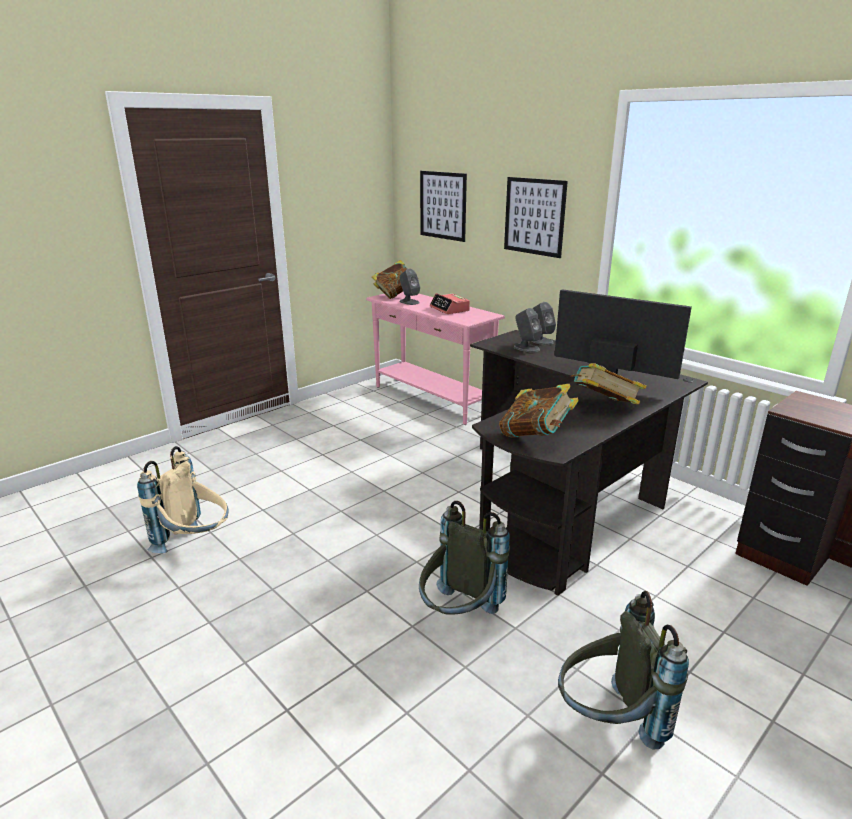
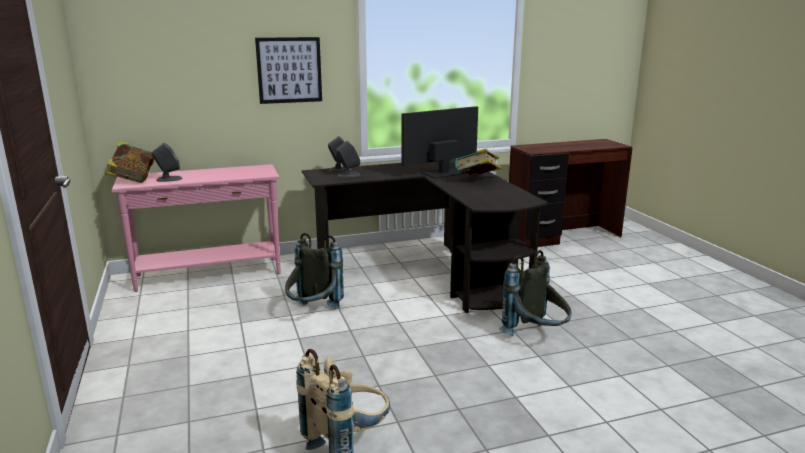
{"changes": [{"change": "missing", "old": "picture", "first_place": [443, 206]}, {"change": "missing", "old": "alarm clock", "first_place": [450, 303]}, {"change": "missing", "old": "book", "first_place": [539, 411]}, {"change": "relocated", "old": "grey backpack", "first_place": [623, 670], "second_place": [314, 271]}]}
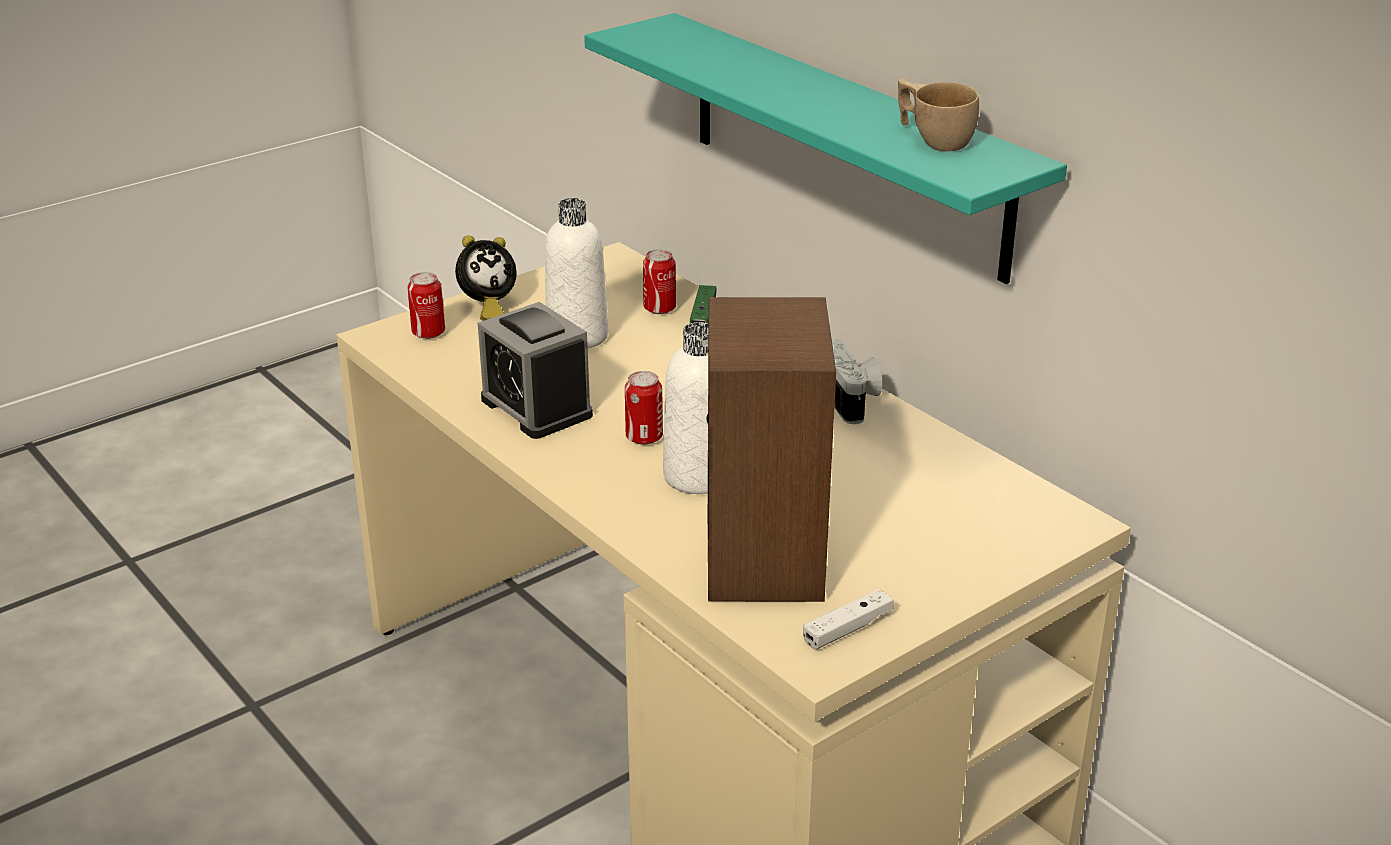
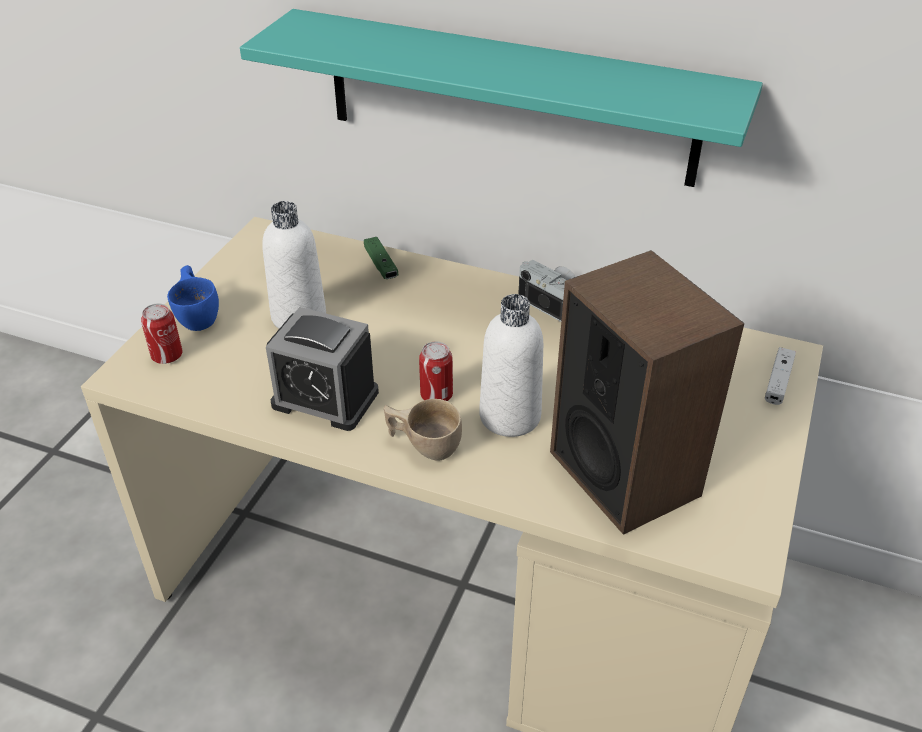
{"changes": [{"change": "missing", "old": "can", "first_place": [659, 281]}, {"change": "relocated", "old": "white game controller", "first_place": [848, 619], "second_place": [780, 376]}, {"change": "relocated", "old": "beige cup", "first_place": [938, 114], "second_place": [423, 430]}, {"change": "exchanged", "old": "alarm clock", "new": "blue cup", "first_place": [485, 278], "second_place": [193, 298]}]}
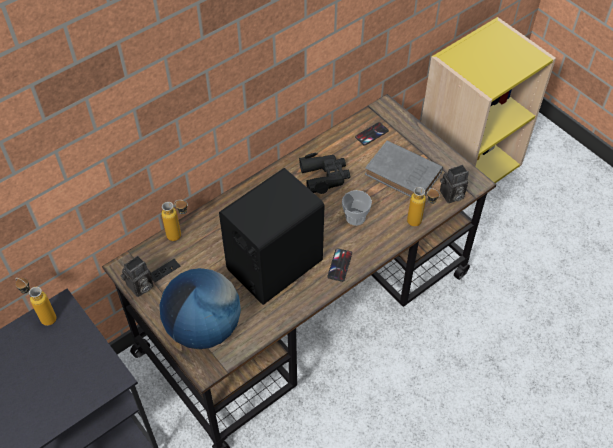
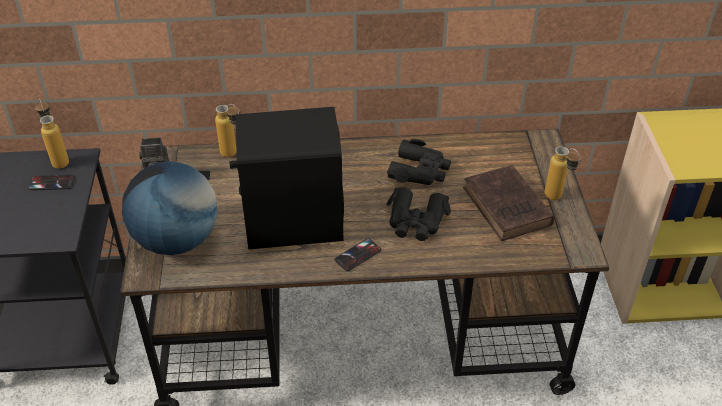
{"changes": [{"change": "missing", "old": "photo camera", "first_place": [454, 184]}, {"change": "relocated", "old": "phone", "first_place": [372, 134], "second_place": [51, 182]}, {"change": "relocated", "old": "bottle", "first_place": [423, 206], "second_place": [562, 173]}, {"change": "exchanged", "old": "cup", "new": "black binoculars", "first_place": [357, 208], "second_place": [419, 214]}, {"change": "colour", "old": "grey book", "new": "brown book", "first_place": [404, 169], "second_place": [508, 203]}]}
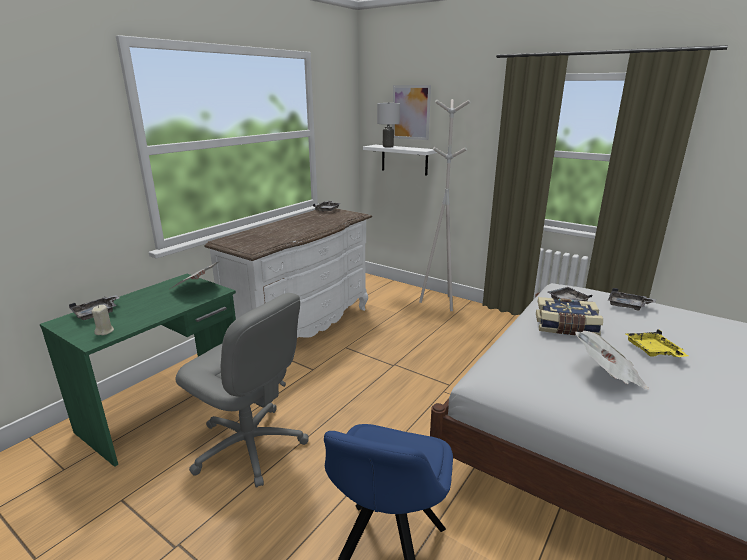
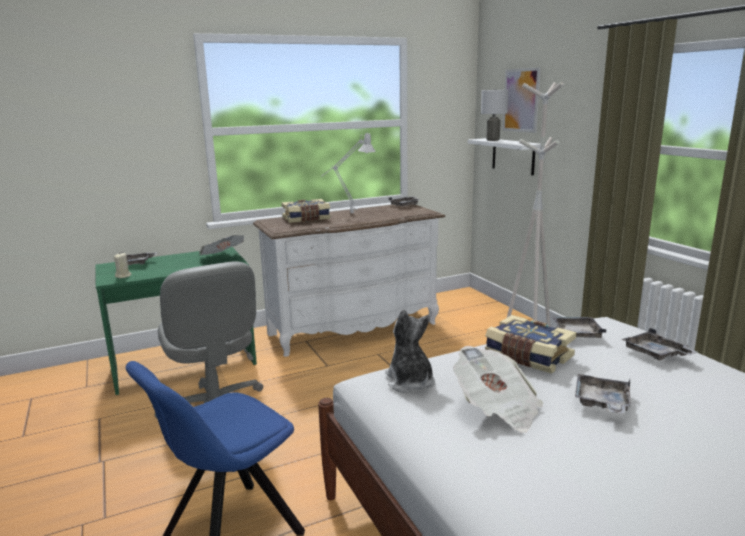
{"changes": [{"change": "appeared", "new": "book", "second_place": [306, 211]}, {"change": "appeared", "new": "grey table lamp", "second_place": [348, 173]}, {"change": "appeared", "new": "plush toy", "second_place": [410, 351]}, {"change": "colour", "old": "yellow tray", "new": "grey tray", "first_place": [657, 343], "second_place": [603, 394]}]}
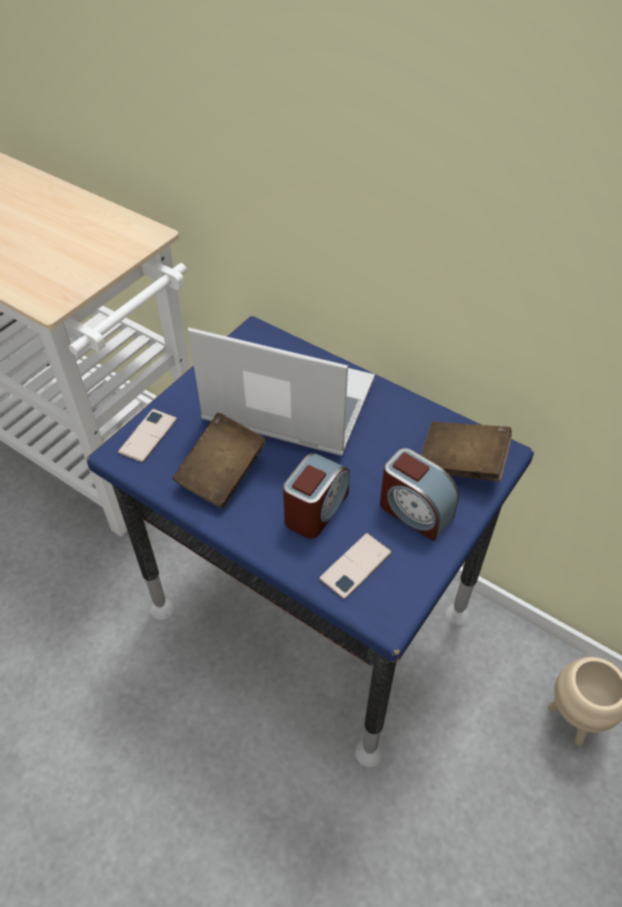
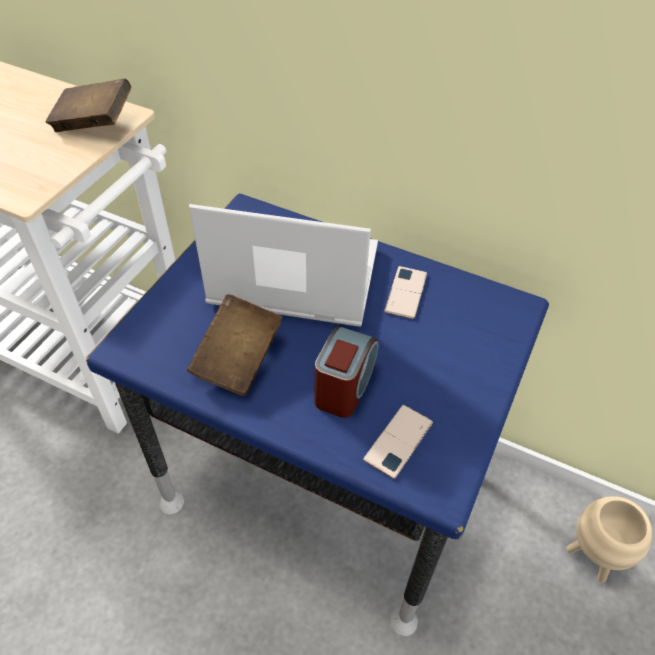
{"changes": [{"change": "missing", "old": "alarm clock", "first_place": [419, 494]}, {"change": "relocated", "old": "phone", "first_place": [147, 435], "second_place": [405, 292]}, {"change": "relocated", "old": "brown book", "first_place": [466, 451], "second_place": [88, 105]}]}
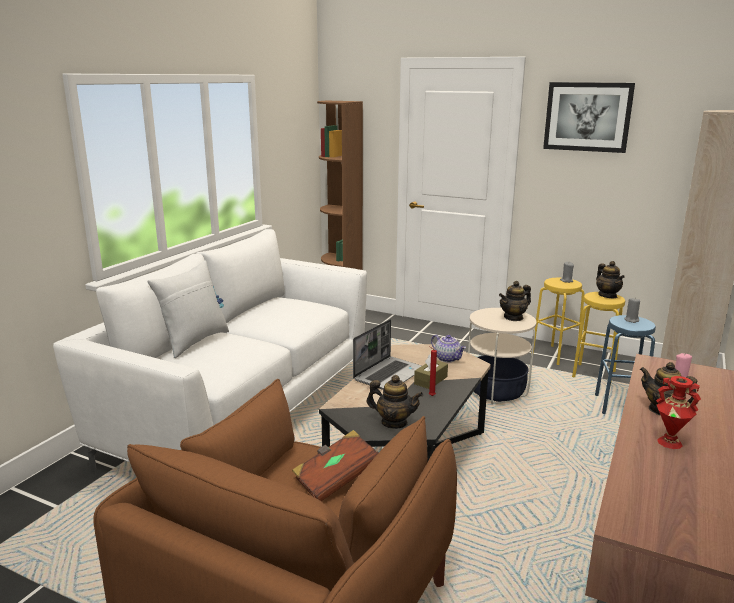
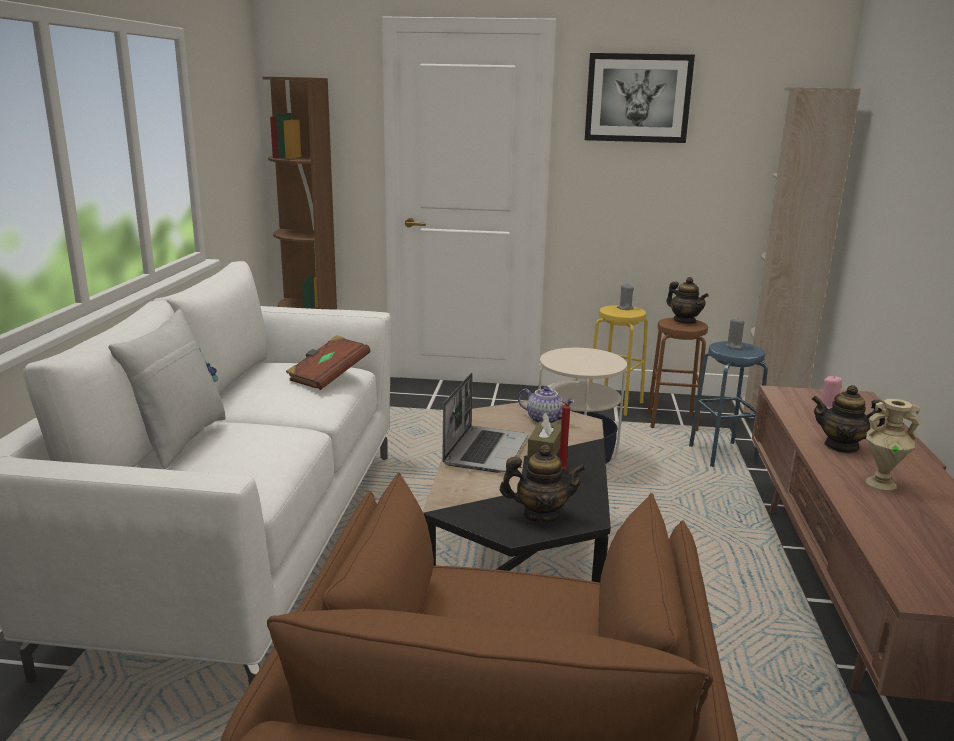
{"changes": [{"change": "missing", "old": "teapot", "first_place": [515, 301]}, {"change": "relocated", "old": "brown book", "first_place": [335, 465], "second_place": [328, 362]}, {"change": "colour", "old": "yellow stool", "new": "brown stool", "first_place": [598, 336], "second_place": [678, 374]}, {"change": "colour", "old": "red vase", "new": "beige vase", "first_place": [678, 412], "second_place": [893, 444]}]}
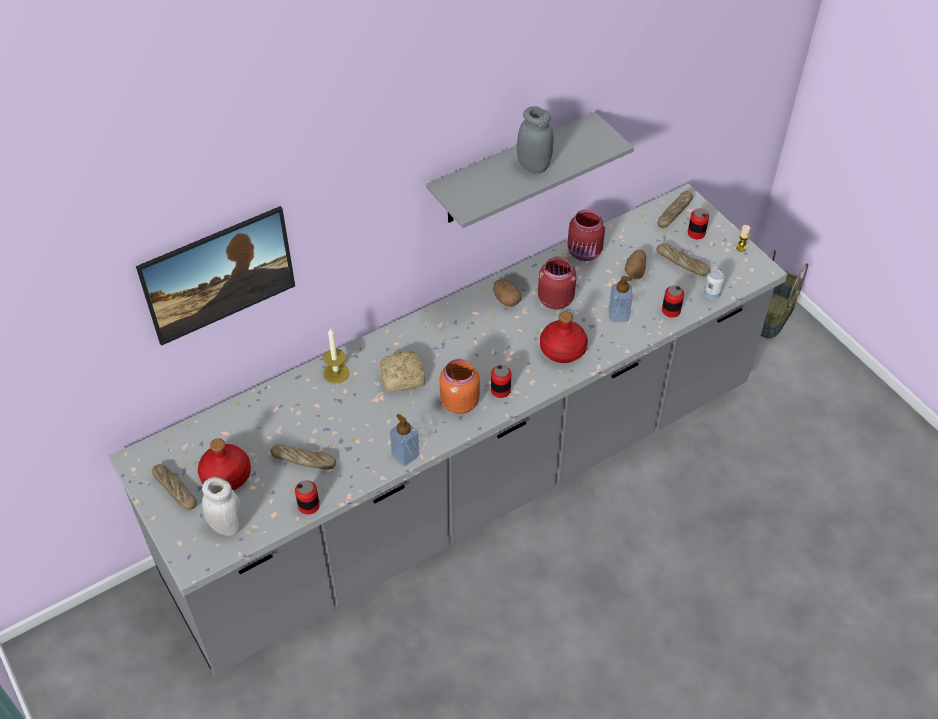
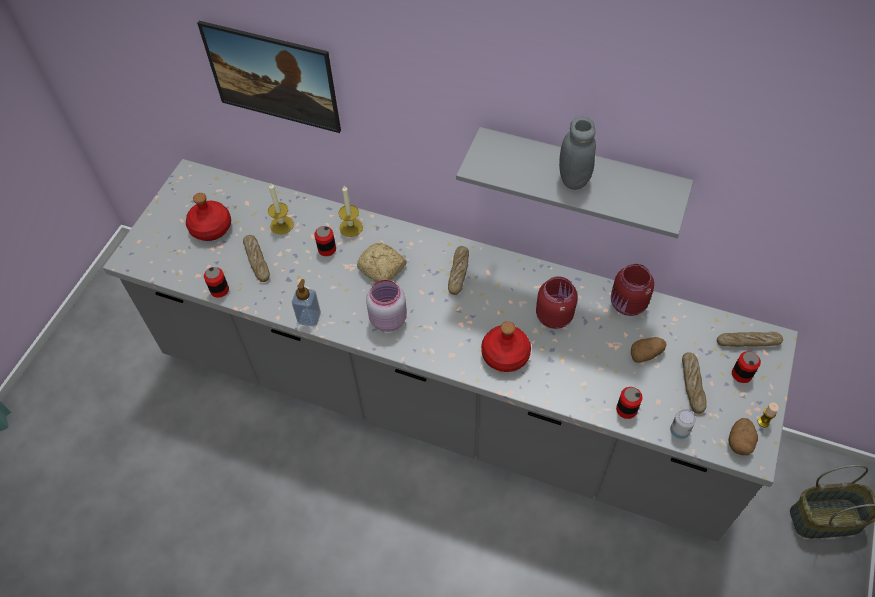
{"changes": [{"change": "missing", "old": "white jar", "first_place": [223, 506]}, {"change": "missing", "old": "soap dispenser", "first_place": [621, 299]}, {"change": "appeared", "new": "candle", "second_place": [281, 208]}, {"change": "relocated", "old": "bread", "first_place": [174, 487], "second_place": [458, 270]}, {"change": "relocated", "old": "can", "first_place": [501, 381], "second_place": [325, 241]}, {"change": "relocated", "old": "potato", "first_place": [508, 293], "second_place": [743, 436]}, {"change": "colour", "old": "orange jar", "new": "pink jar", "first_place": [460, 386], "second_place": [386, 306]}]}
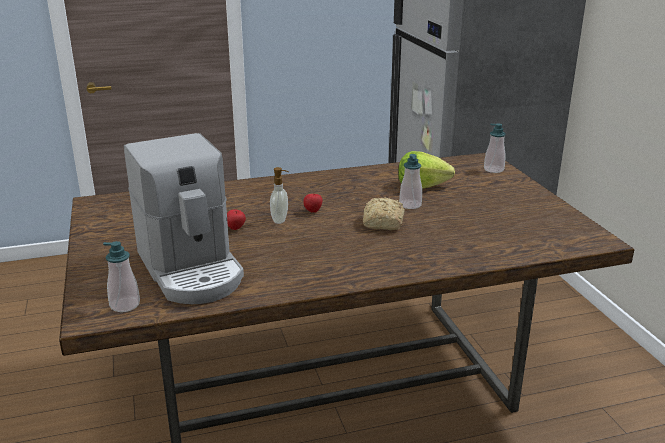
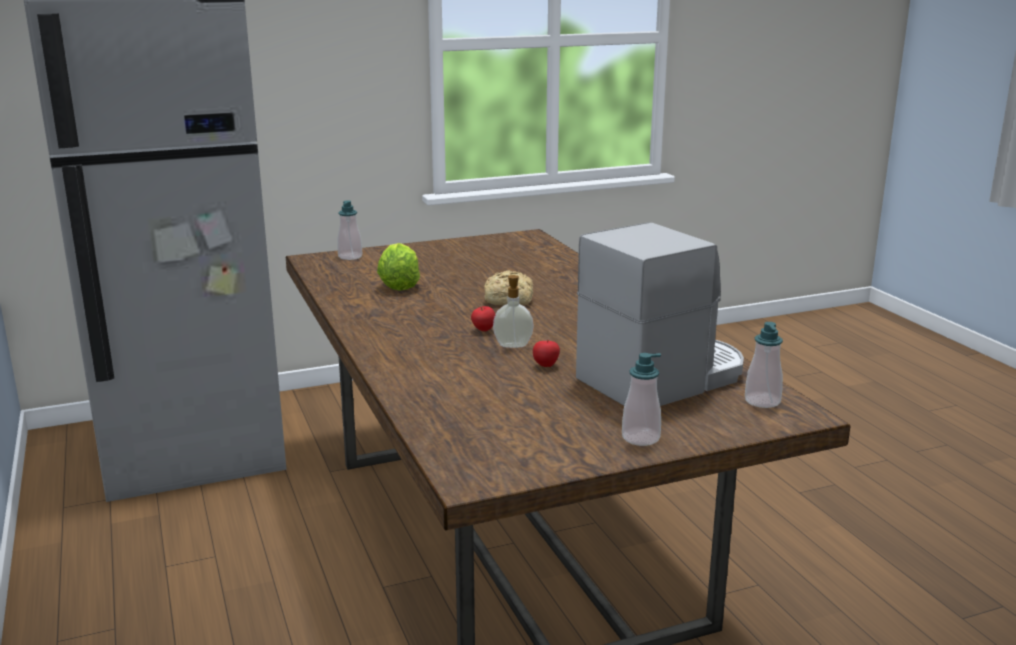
{"changes": [{"change": "relocated", "old": "soap dispenser", "first_place": [410, 181], "second_place": [641, 399]}]}
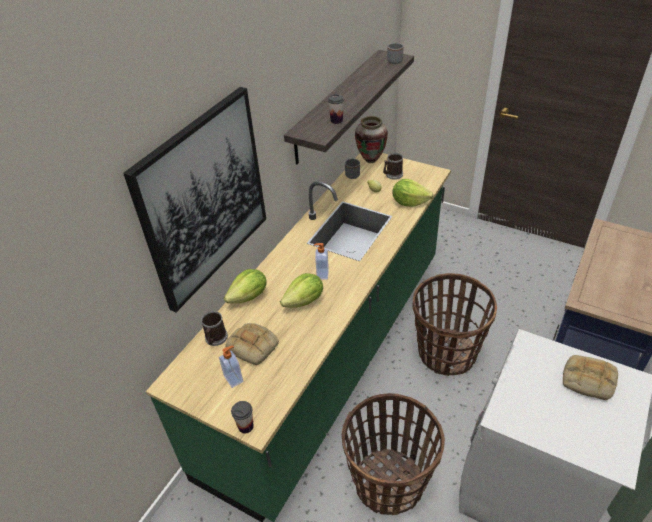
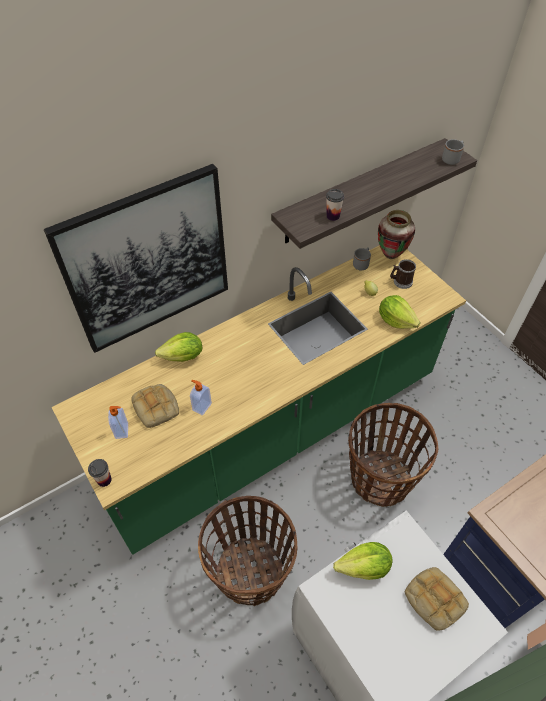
{"changes": [{"change": "missing", "old": "mug", "first_place": [214, 328]}, {"change": "relocated", "old": "lettuce", "first_place": [301, 290], "second_place": [363, 561]}, {"change": "relocated", "old": "soap dispenser", "first_place": [321, 261], "second_place": [201, 398]}]}
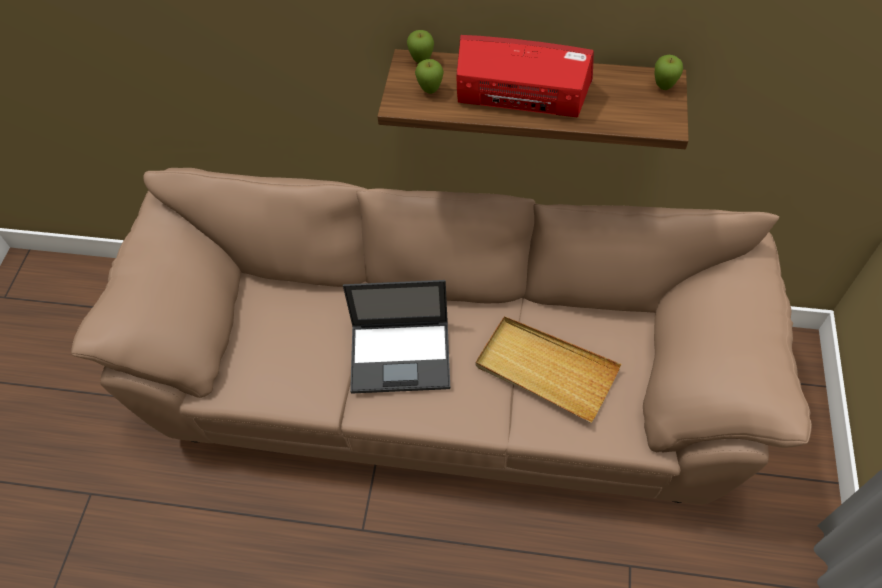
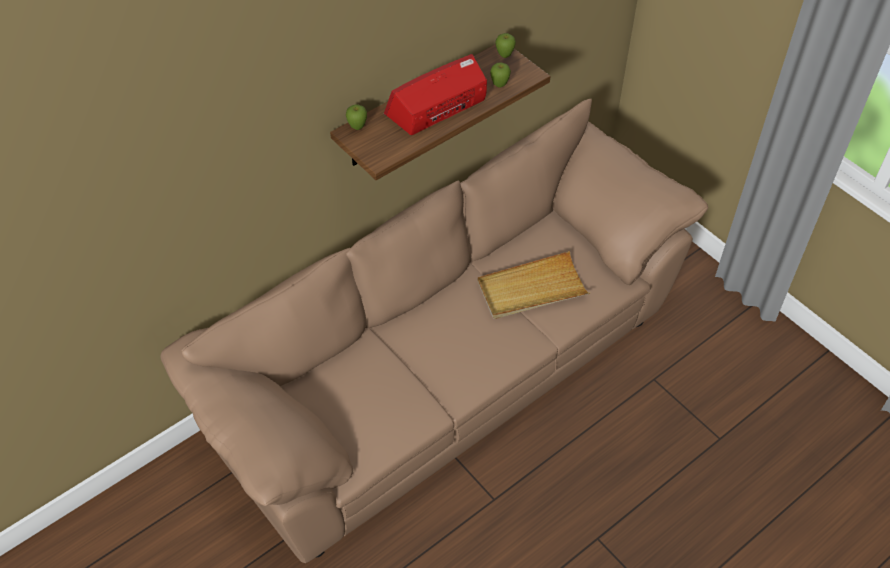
{"changes": [{"change": "missing", "old": "laptop", "first_place": [396, 336]}, {"change": "relocated", "old": "apple", "first_place": [429, 76], "second_place": [500, 74]}]}
